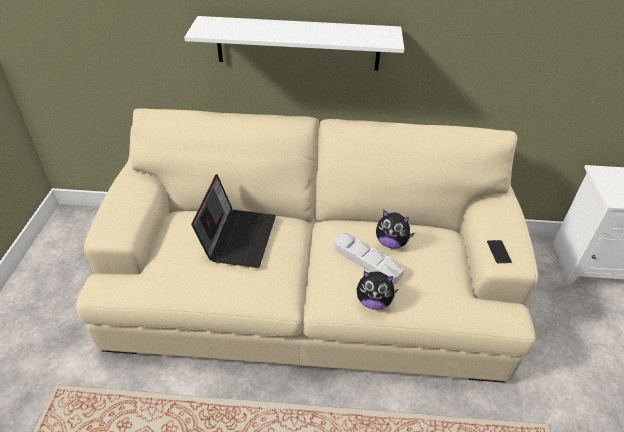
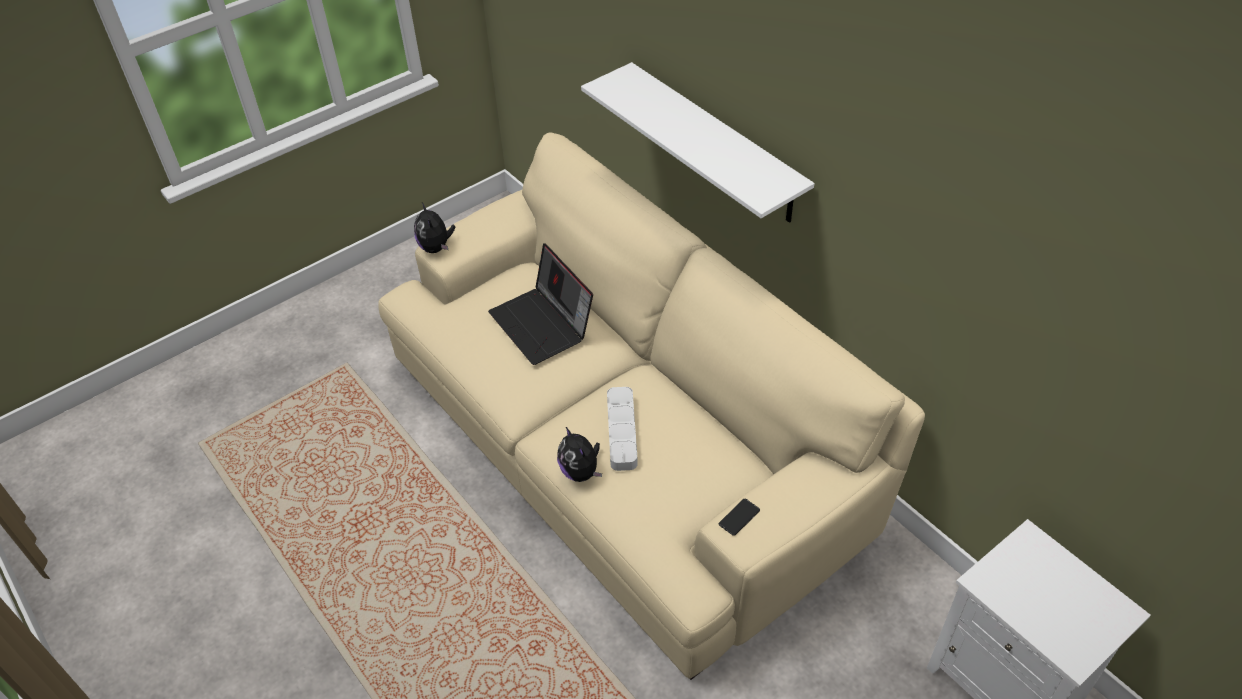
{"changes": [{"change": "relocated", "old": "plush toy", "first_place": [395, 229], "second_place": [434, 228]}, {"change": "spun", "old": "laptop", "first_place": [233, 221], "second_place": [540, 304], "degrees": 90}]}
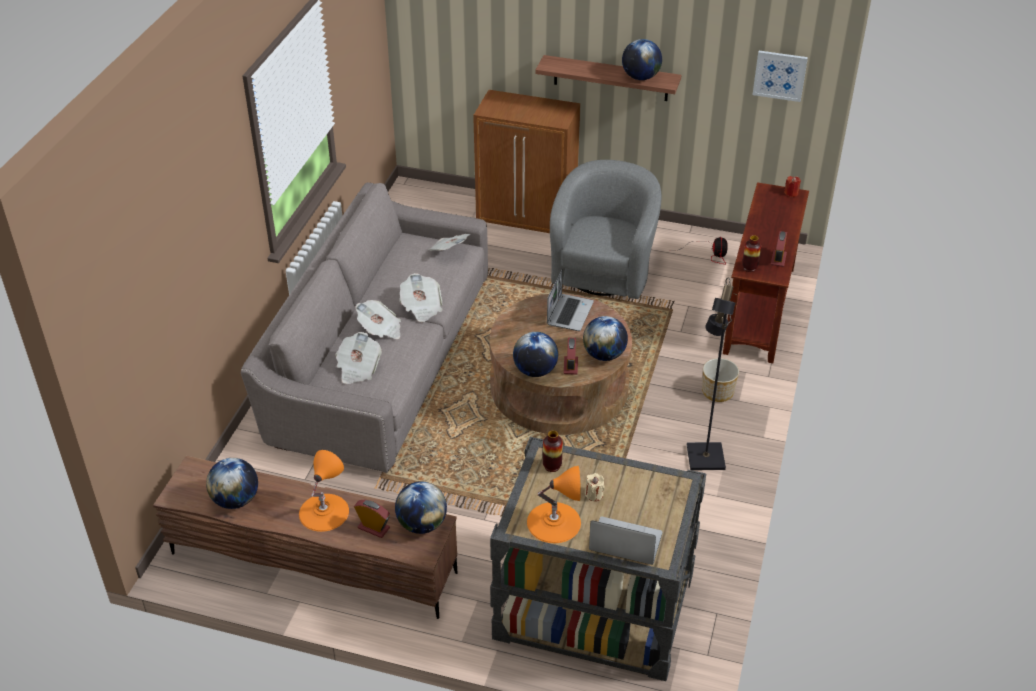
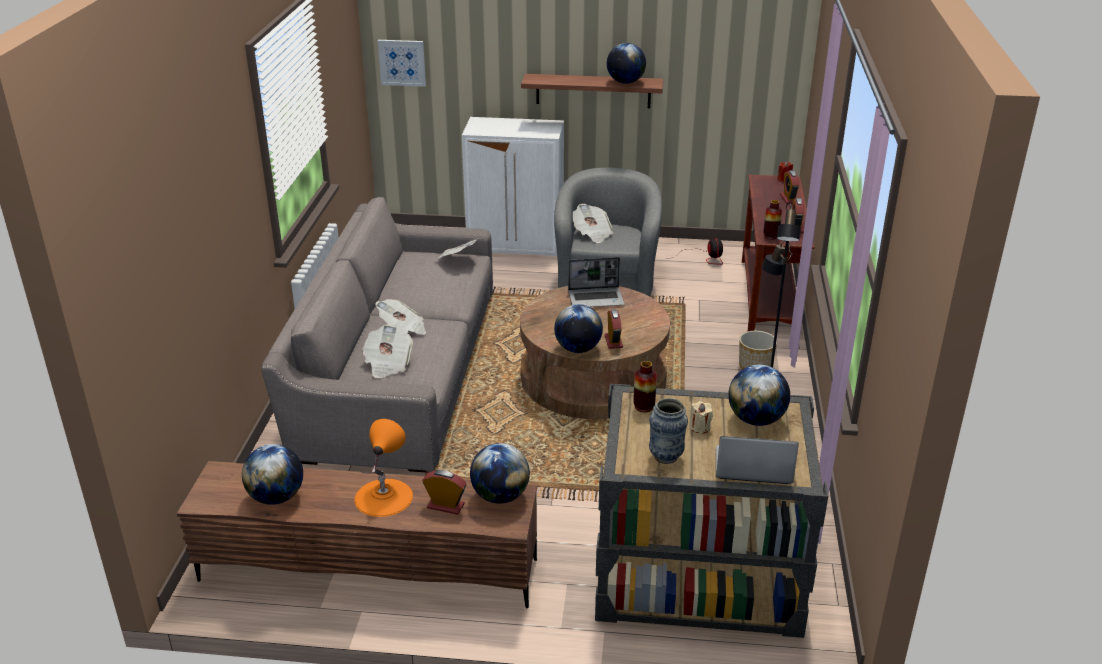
{"changes": [{"change": "appeared", "new": "alarm clock", "second_place": [789, 187]}, {"change": "relocated", "old": "newspaper", "first_place": [421, 297], "second_place": [593, 223]}, {"change": "relocated", "old": "globe", "first_place": [605, 338], "second_place": [759, 395]}, {"change": "relocated", "old": "picture", "first_place": [780, 76], "second_place": [402, 63]}, {"change": "exchanged", "old": "orange table lamp", "new": "vase", "first_place": [554, 504], "second_place": [668, 431]}, {"change": "colour", "old": "brown cabinet", "new": "white cabinet", "first_place": [527, 161], "second_place": [513, 186]}, {"change": "spun", "old": "laptop", "first_place": [570, 300], "second_place": [596, 282], "degrees": 75}]}
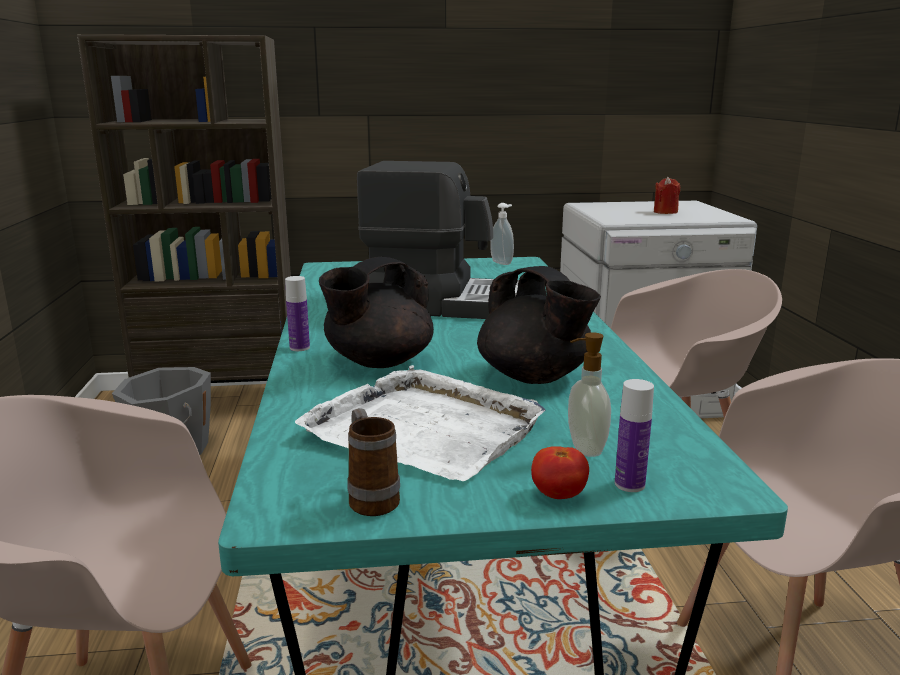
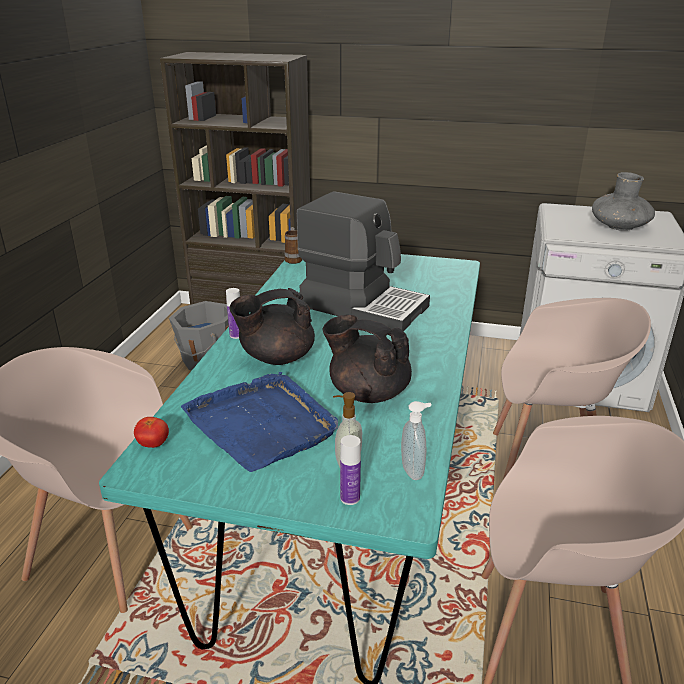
{"changes": [{"change": "relocated", "old": "mug", "first_place": [373, 462], "second_place": [293, 245]}, {"change": "relocated", "old": "soap dispenser", "first_place": [502, 234], "second_place": [416, 440]}, {"change": "relocated", "old": "tomato", "first_place": [560, 472], "second_place": [151, 432]}, {"change": "exchanged", "old": "red candle", "new": "grey vase", "first_place": [667, 195], "second_place": [623, 201]}, {"change": "colour", "old": "white tray", "new": "blue tray", "first_place": [420, 423], "second_place": [259, 422]}, {"change": "spun", "old": "black teapot", "first_place": [539, 325], "second_place": [367, 359], "degrees": 135}]}
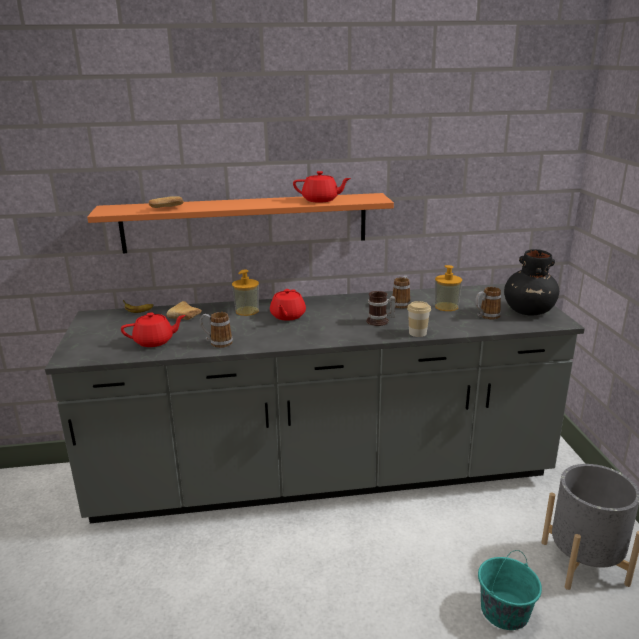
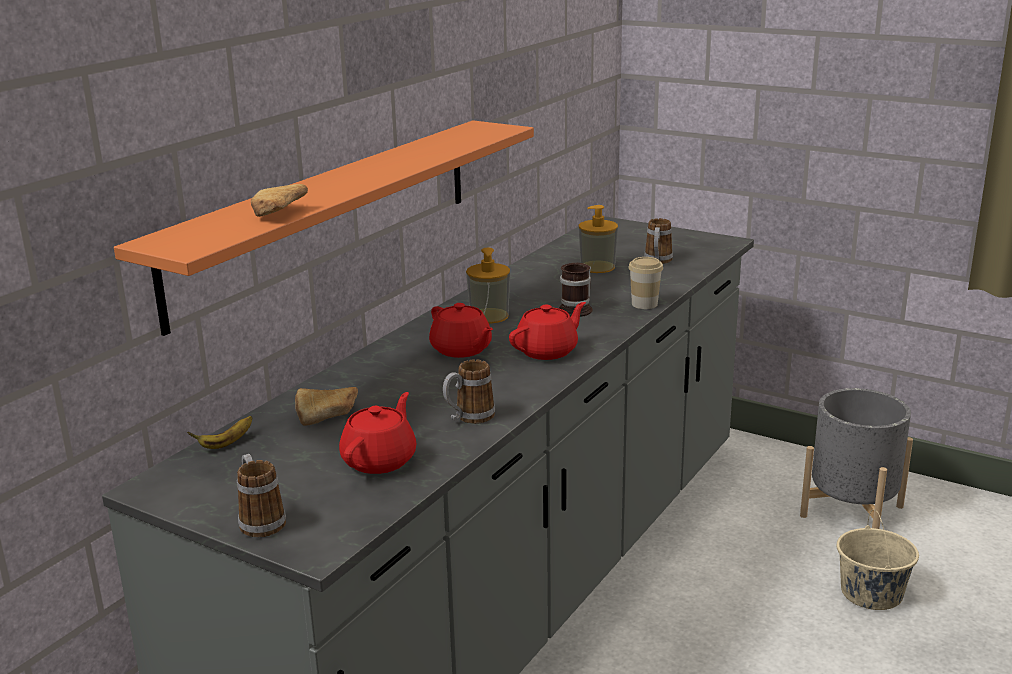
{"changes": [{"change": "missing", "old": "black vase", "first_place": [531, 282]}, {"change": "relocated", "old": "soap dispenser", "first_place": [245, 293], "second_place": [488, 286]}, {"change": "relocated", "old": "red teapot", "first_place": [322, 187], "second_place": [547, 331]}, {"change": "relocated", "old": "mug", "first_place": [402, 292], "second_place": [261, 495]}, {"change": "colour", "old": "turquoise bucket", "new": "beige bucket", "first_place": [510, 590], "second_place": [878, 559]}]}
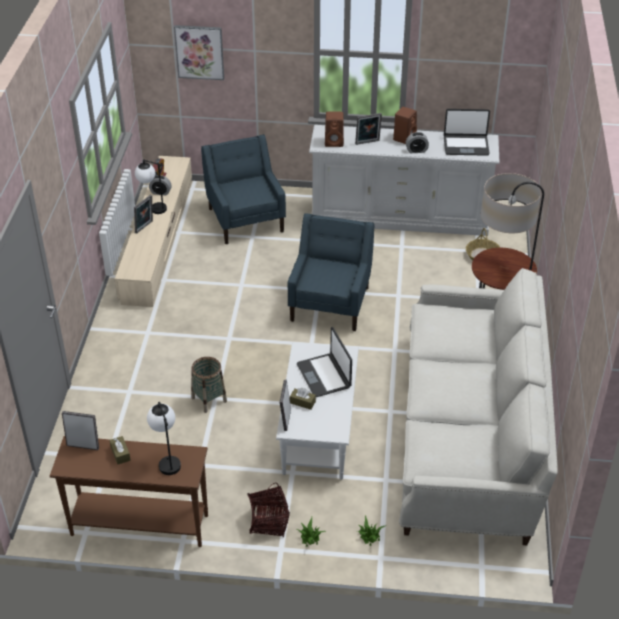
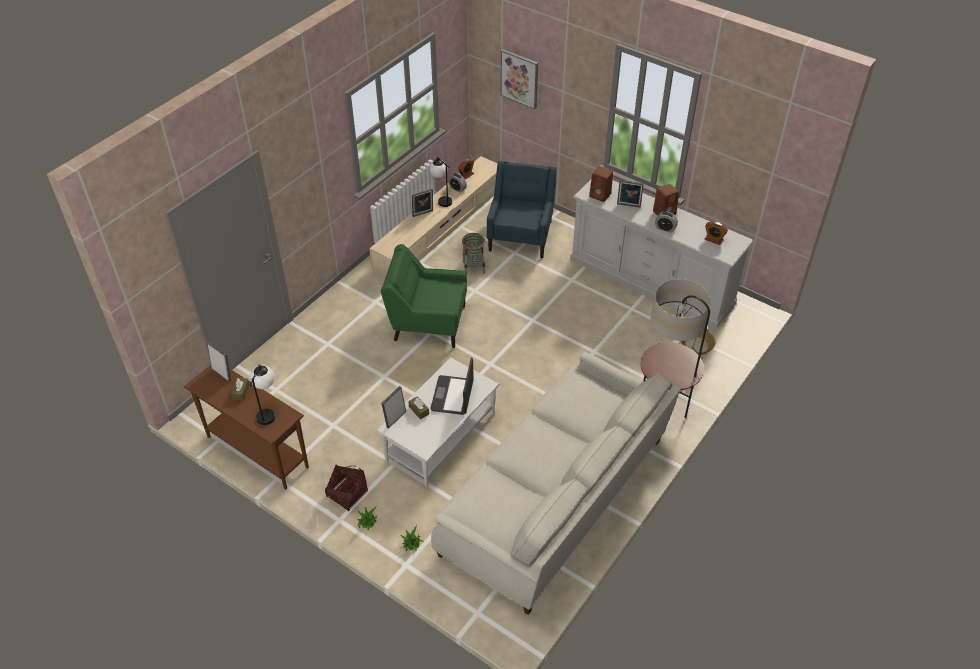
{"changes": [{"change": "missing", "old": "blue armchair", "first_place": [331, 272]}, {"change": "appeared", "new": "green armchair", "second_place": [424, 296]}, {"change": "relocated", "old": "basket", "first_place": [209, 385], "second_place": [473, 254]}, {"change": "exchanged", "old": "laptop", "new": "alarm clock", "first_place": [467, 132], "second_place": [716, 233]}]}
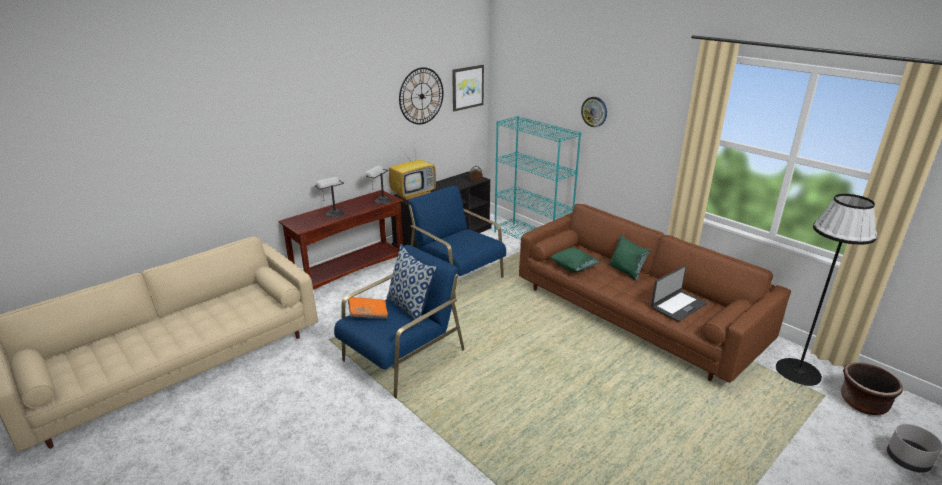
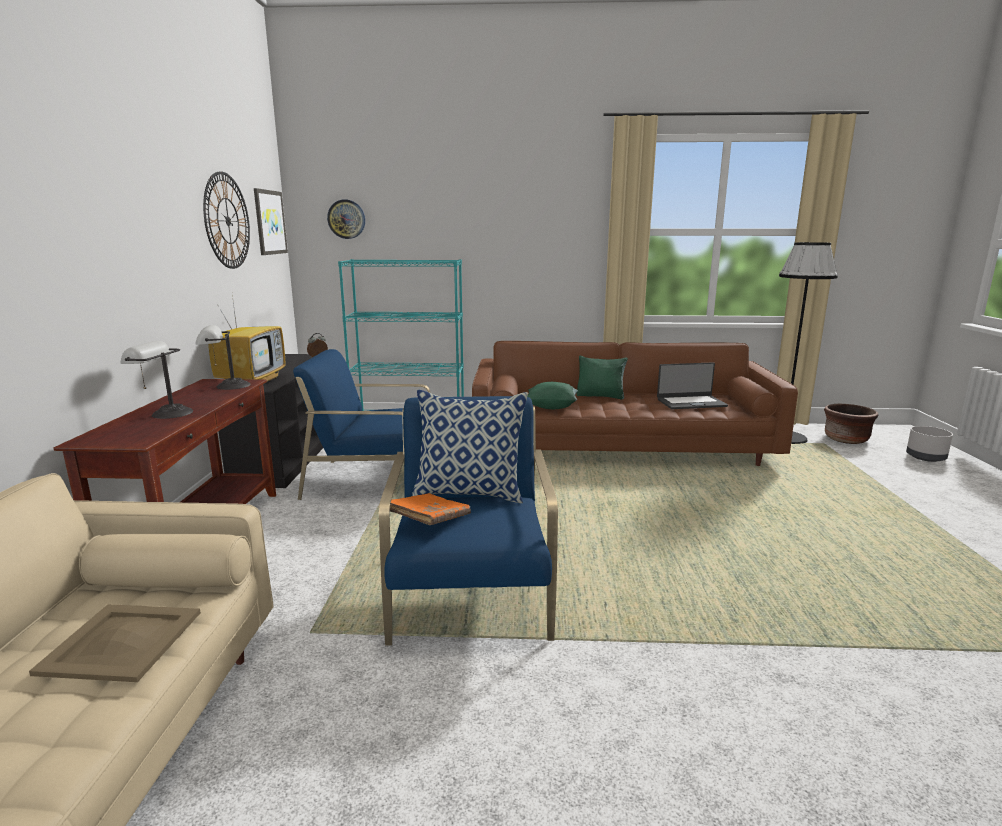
{"changes": [{"change": "appeared", "new": "beige tray", "second_place": [115, 643]}, {"change": "relocated", "old": "wall clock", "first_place": [594, 112], "second_place": [346, 219]}, {"change": "spun", "old": "laptop", "first_place": [679, 293], "second_place": [692, 385], "degrees": 75}]}
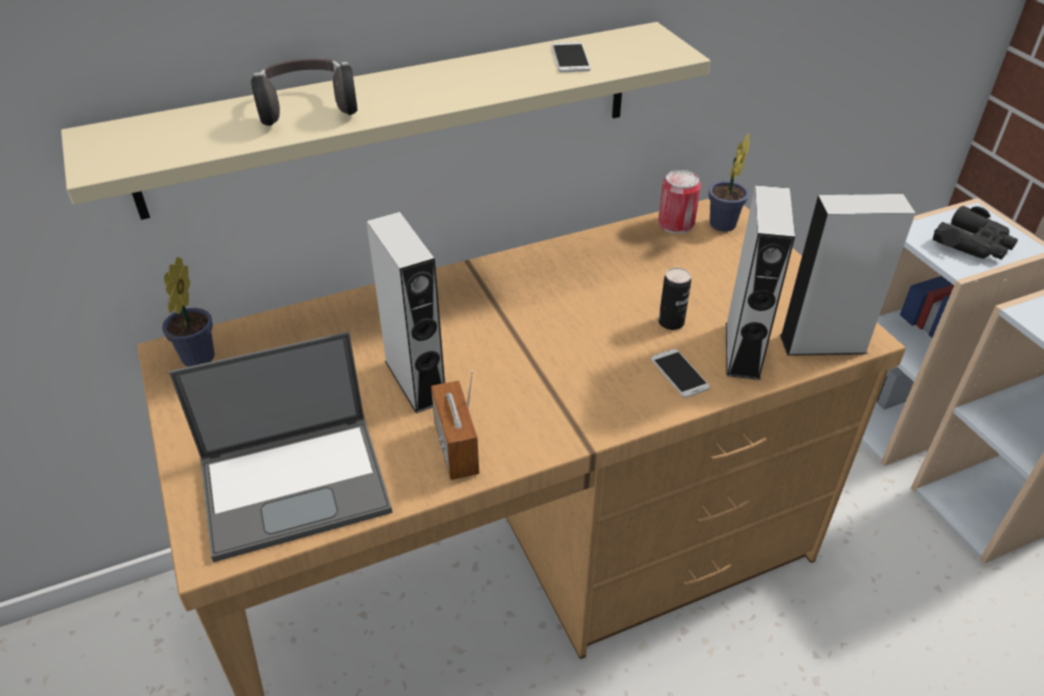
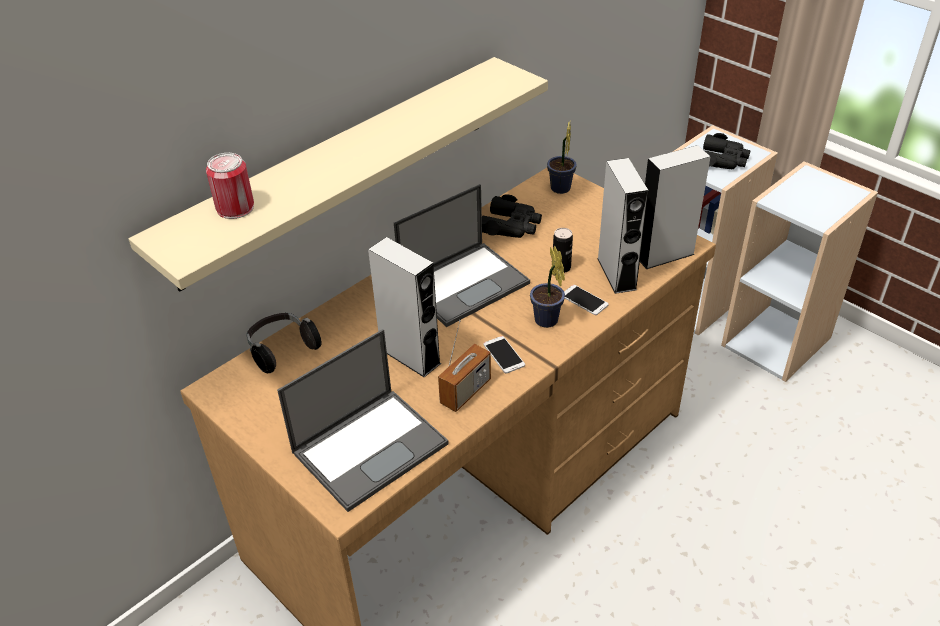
{"changes": [{"change": "appeared", "new": "laptop", "second_place": [462, 255]}, {"change": "appeared", "new": "black binoculars", "second_place": [512, 216]}, {"change": "relocated", "old": "potted plant", "first_place": [188, 311], "second_place": [547, 287]}, {"change": "relocated", "old": "headphones", "first_place": [304, 92], "second_place": [284, 343]}, {"change": "relocated", "old": "phone", "first_place": [571, 57], "second_place": [504, 354]}, {"change": "relocated", "old": "can", "first_place": [679, 202], "second_place": [230, 186]}, {"change": "spun", "old": "radio", "first_place": [455, 425], "second_place": [464, 366], "degrees": -105}]}
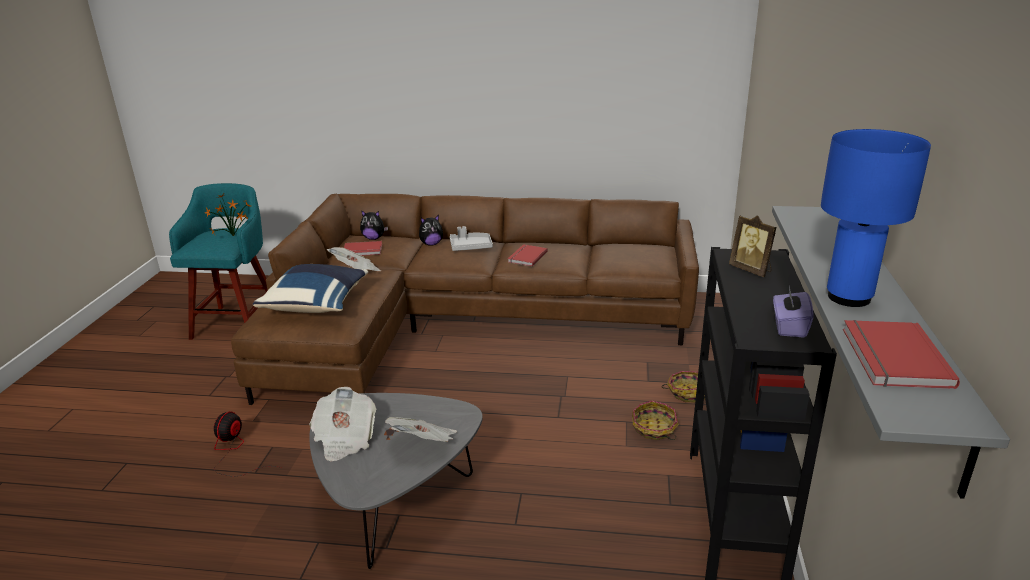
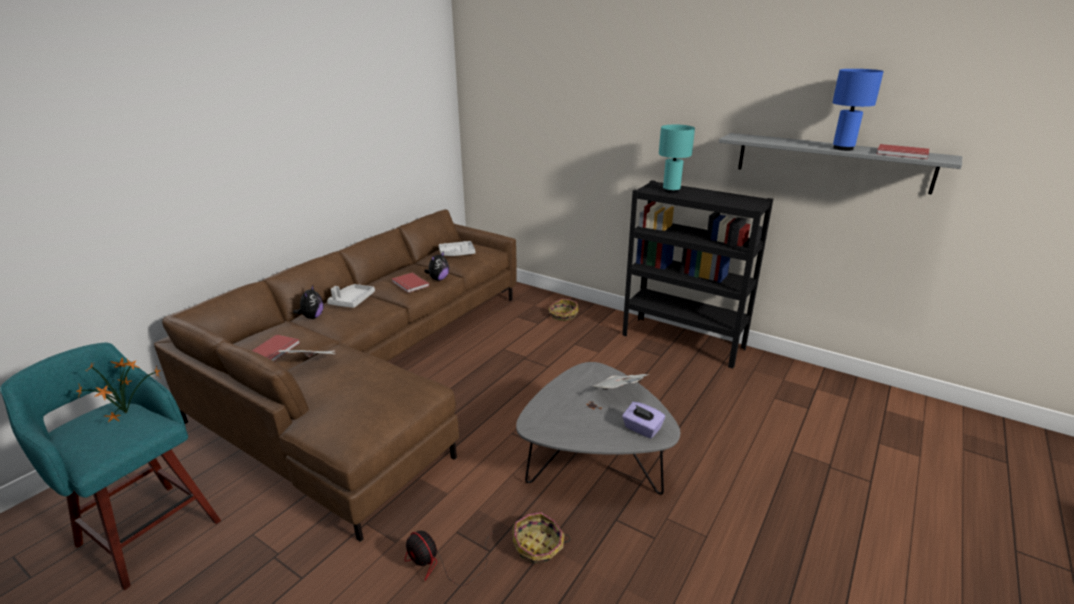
{"changes": [{"change": "missing", "old": "blue pillow", "first_place": [310, 288]}, {"change": "missing", "old": "newspaper", "first_place": [342, 424]}, {"change": "appeared", "new": "grey tray", "second_place": [457, 248]}, {"change": "relocated", "old": "plush toy", "first_place": [374, 225], "second_place": [436, 266]}, {"change": "relocated", "old": "basket", "first_place": [655, 420], "second_place": [541, 538]}, {"change": "relocated", "old": "purple tissue box", "first_place": [793, 312], "second_place": [643, 420]}, {"change": "exchanged", "old": "picture frame", "new": "turquoise table lamp", "first_place": [752, 246], "second_place": [677, 158]}]}
